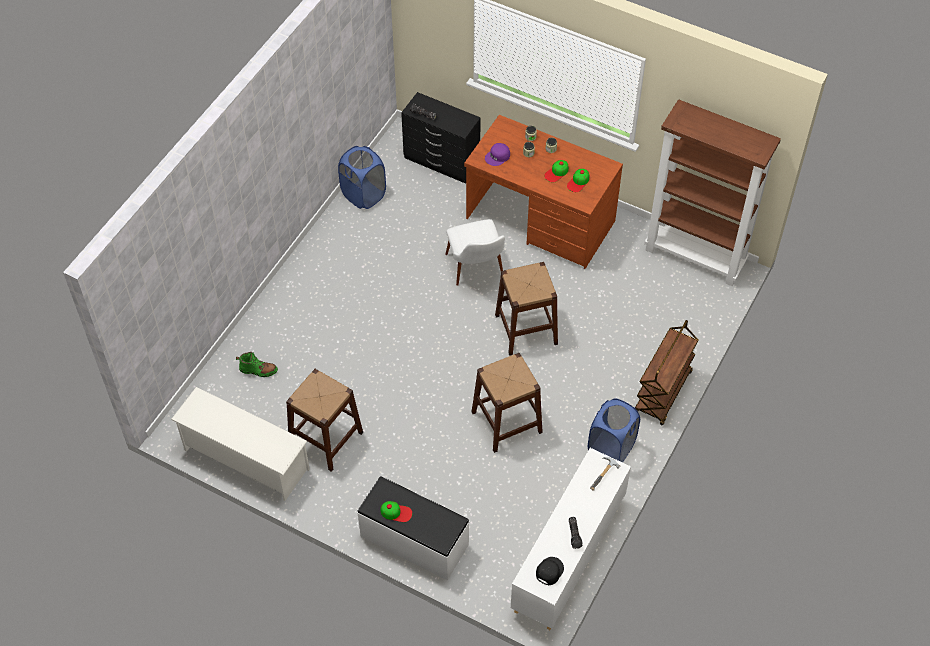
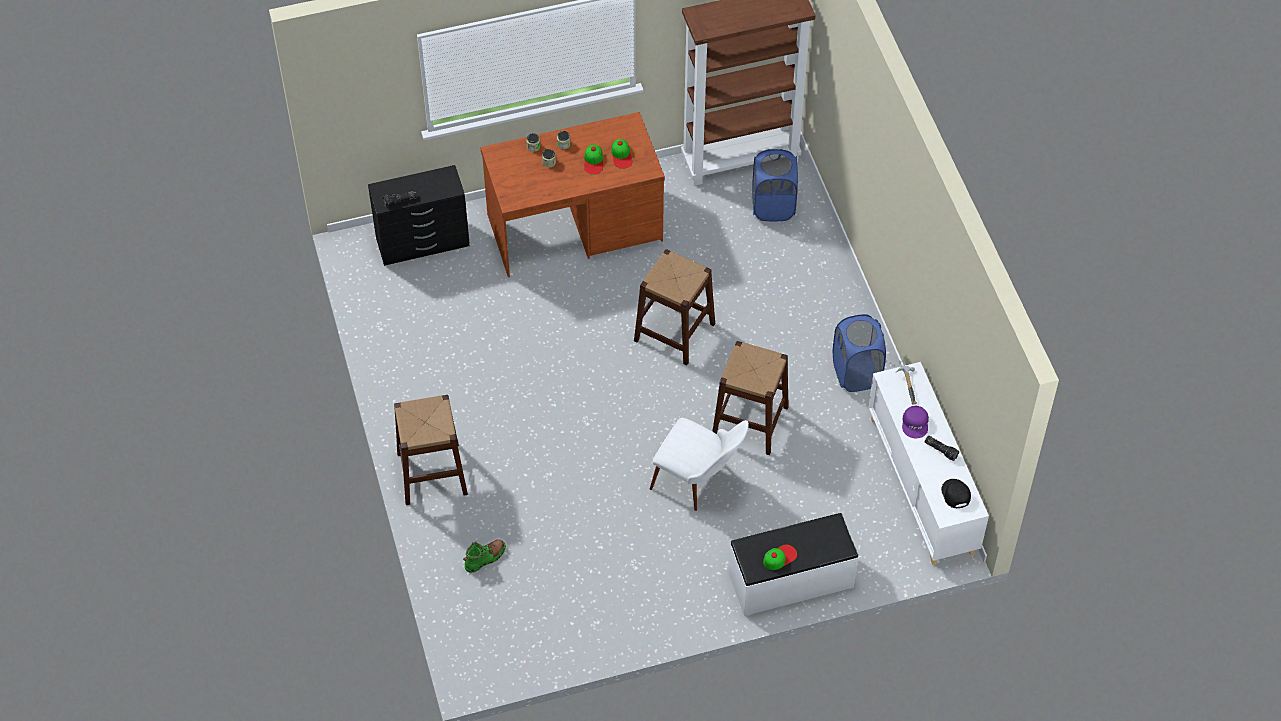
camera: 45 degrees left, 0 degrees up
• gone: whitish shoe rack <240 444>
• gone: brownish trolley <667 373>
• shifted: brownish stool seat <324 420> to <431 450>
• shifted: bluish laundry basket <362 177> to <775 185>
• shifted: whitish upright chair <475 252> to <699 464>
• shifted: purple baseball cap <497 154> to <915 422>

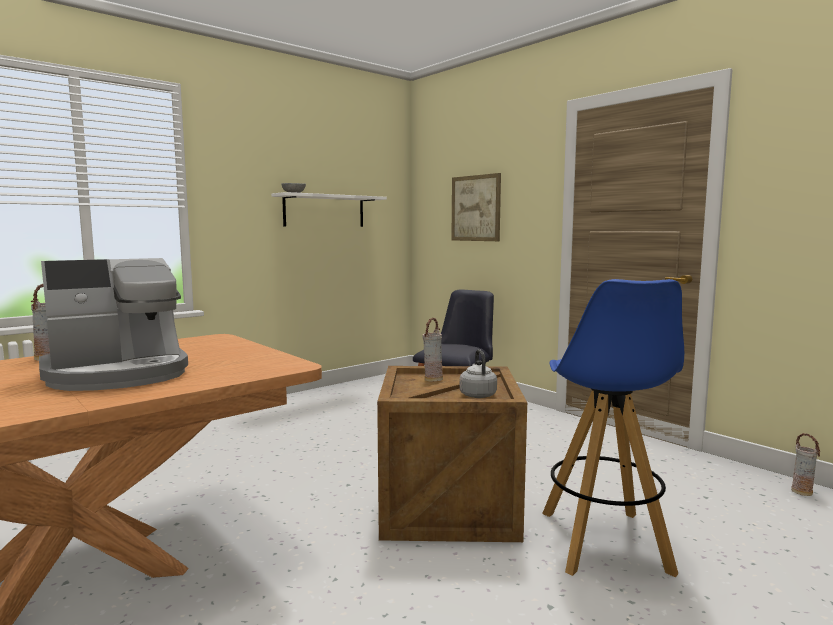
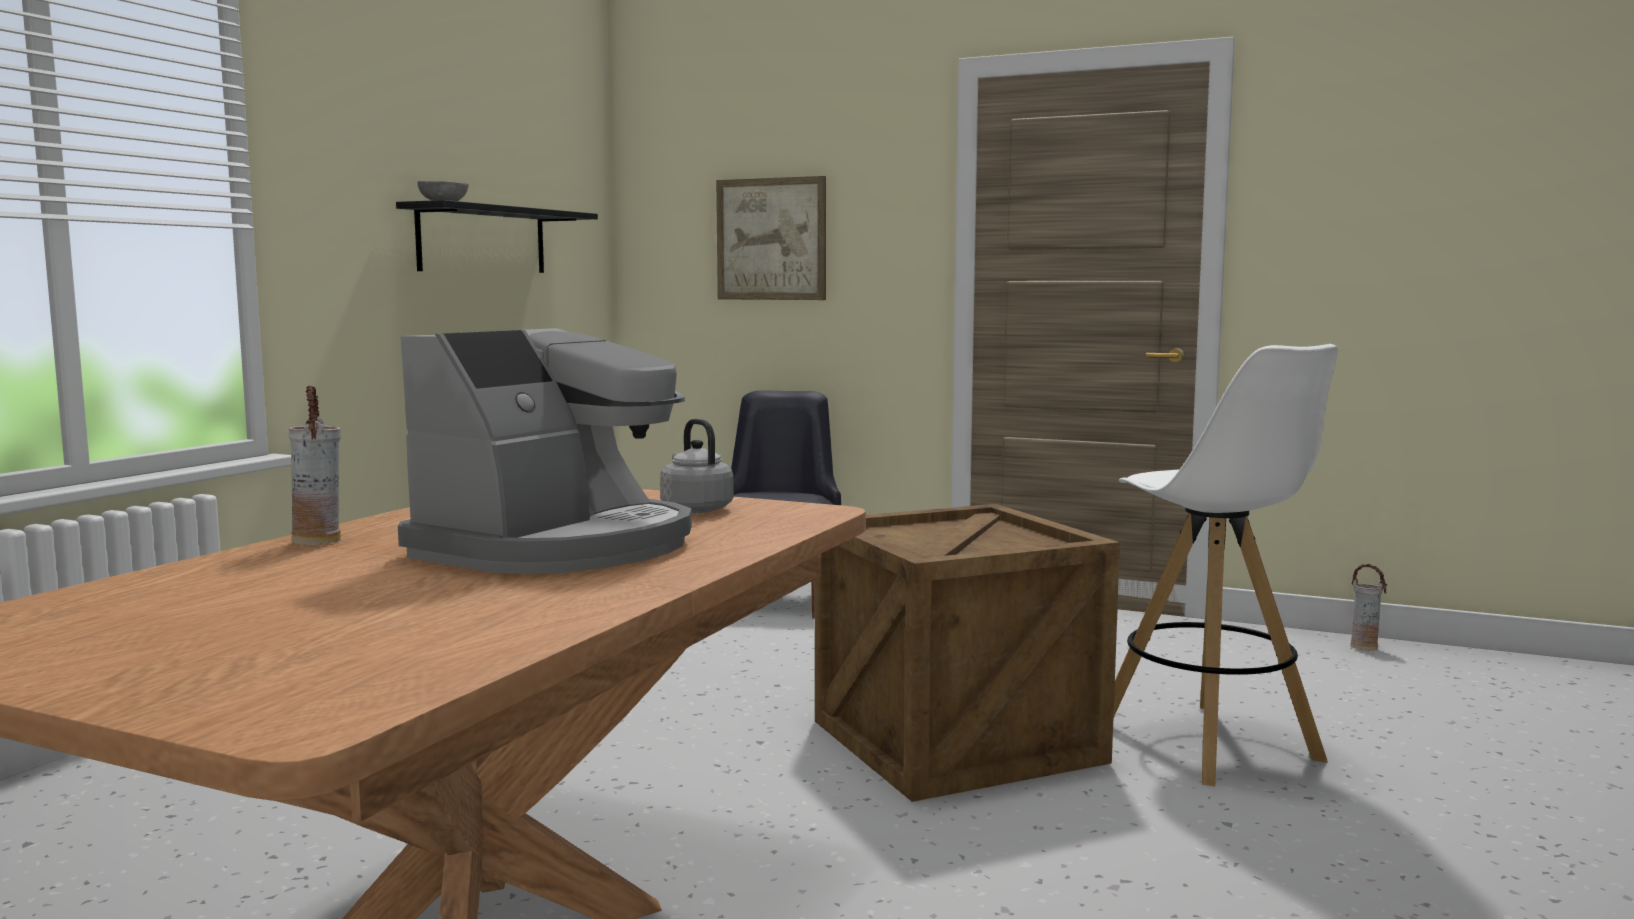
camera: 25 degrees left, 0 degrees up
• gone: vase <432 350>
• shifted: greyish kettle <478 373> to <697 466>
• repainted: whitish wall shelf <329 209> to black-coloured wall shelf <497 236>
• repainted: bluish stool seat <613 428> to whitish stool seat <1225 565>

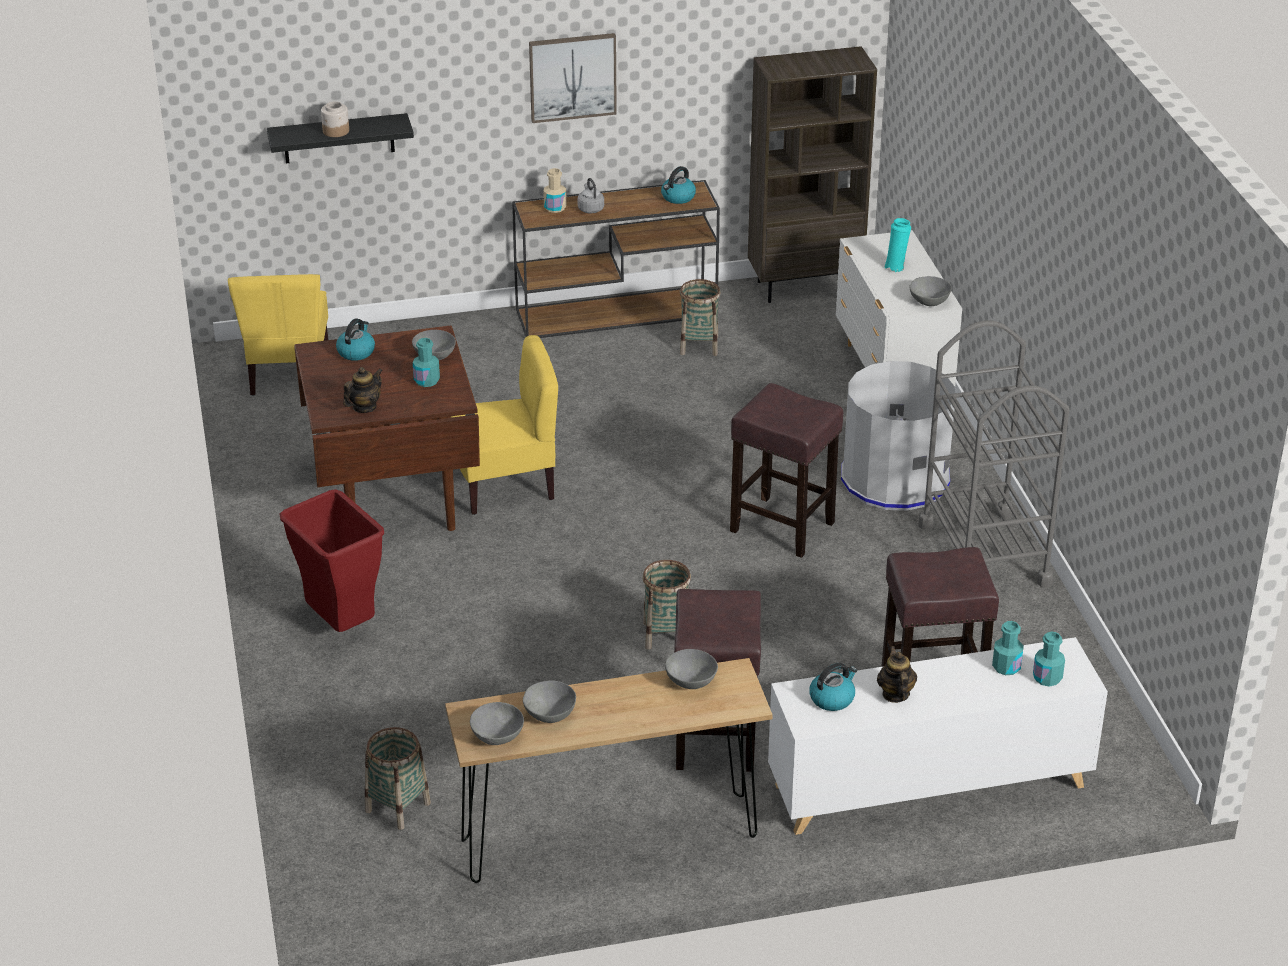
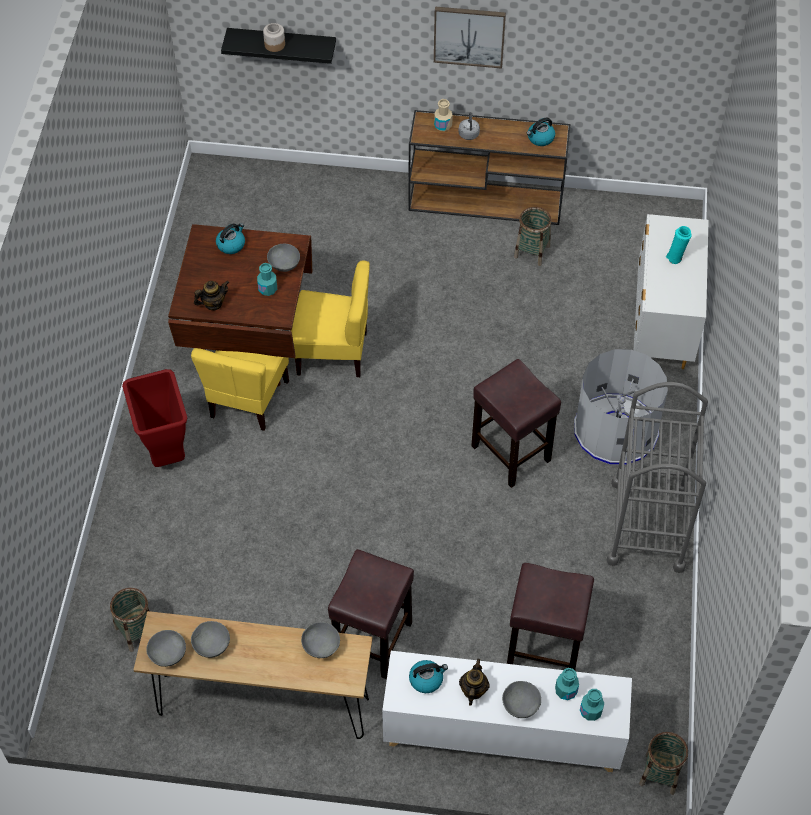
camera: 20 degrees right, 20 degrees up
• gone: brownish bookshelf <812 174>
• shifted: yellowish upright chair <278 335> to <240 389>
• shifted: household basket <666 605> to <663 763>
• shifted: greyish serving bowl <930 291> to <521 699>

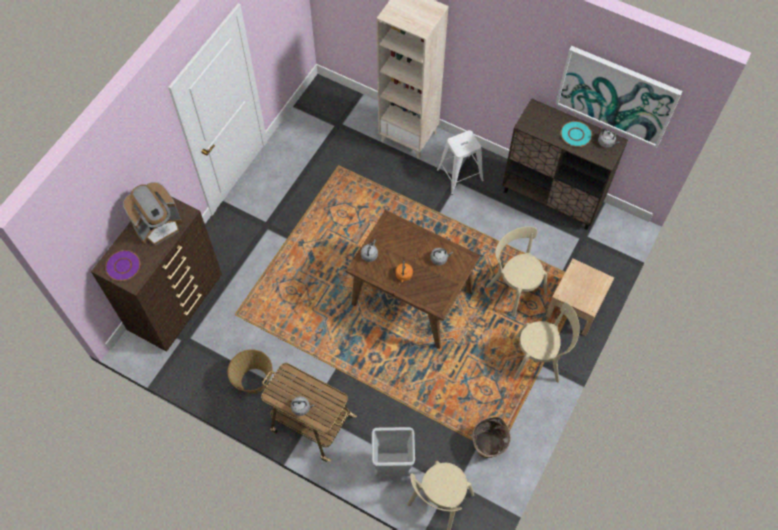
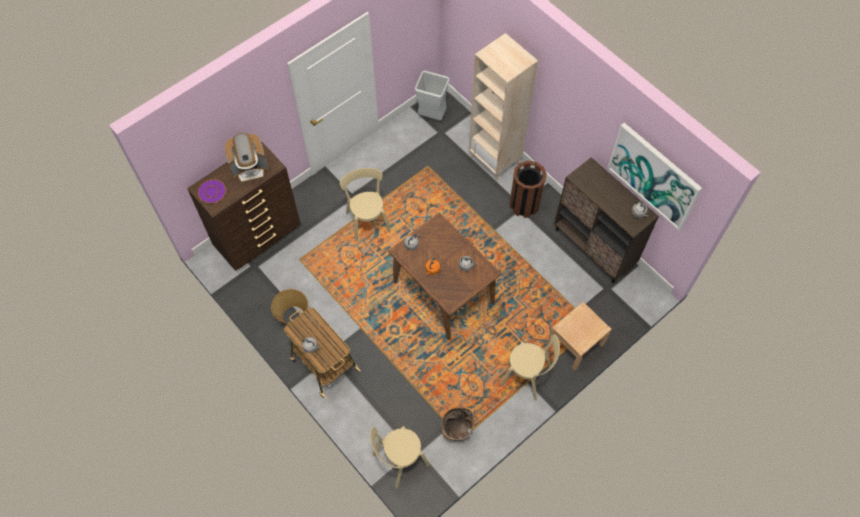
camera: 20 degrees right, 0 degrees up
• gone: turquoise-coloured plate <576 134>
• shifted: greyish rubbish bin <393 452> to <432 95>
• shifted: beige upright chair <516 272> to <365 204>
• swapped: whitish stool seat <460 162> to brownish rubbish bin <528 189>

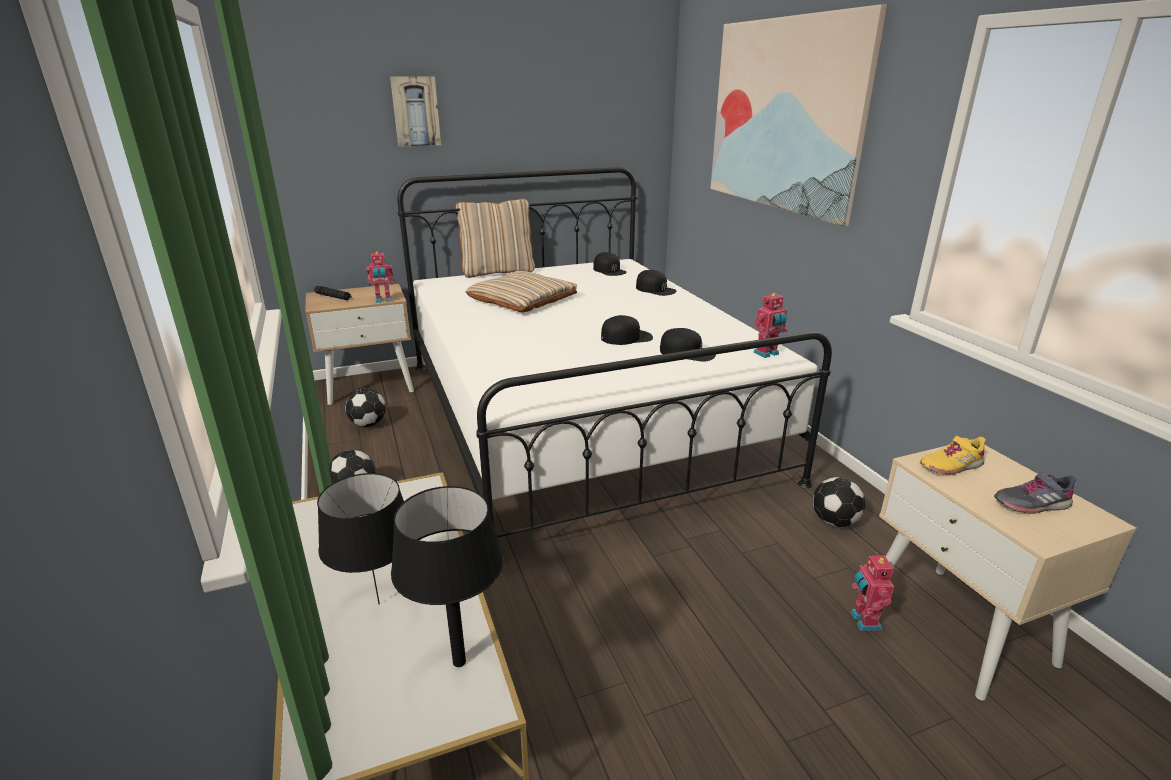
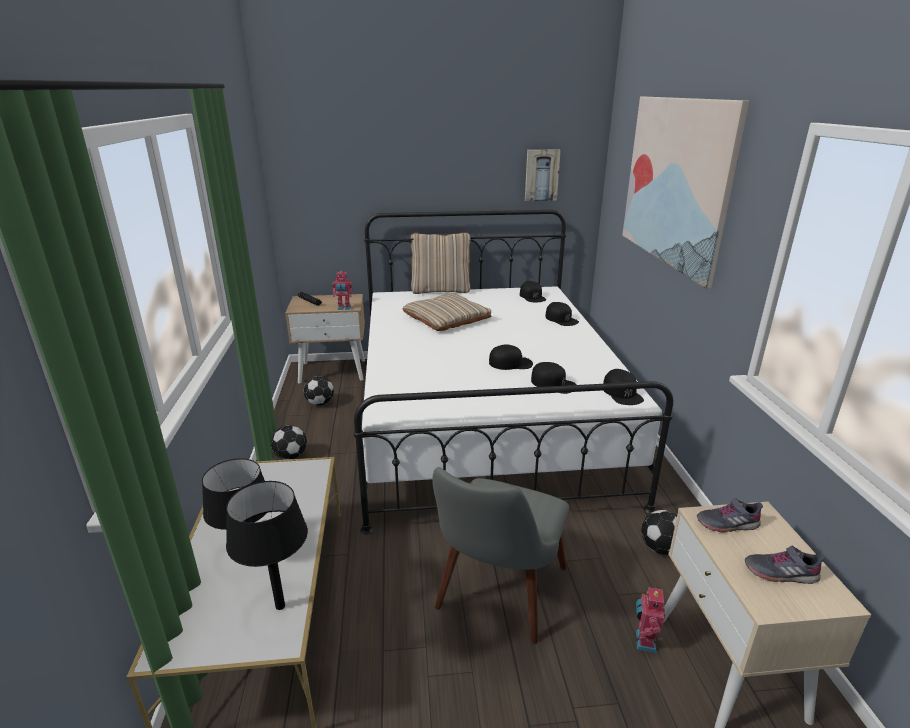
camera: 15 degrees right, 0 degrees up
• new: greyish upright chair <500 555>
• shifted: wall art <415 111> to <543 175>
• swapped: model robot <770 325> to black-coloured baseball cap <623 387>
• repainted: yellowish item of footwear <953 455> to greyish item of footwear <730 515>

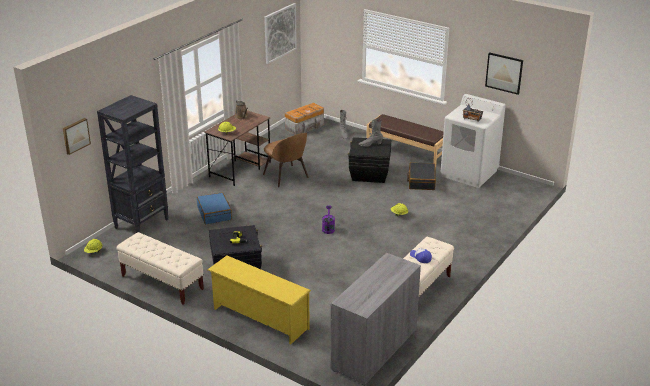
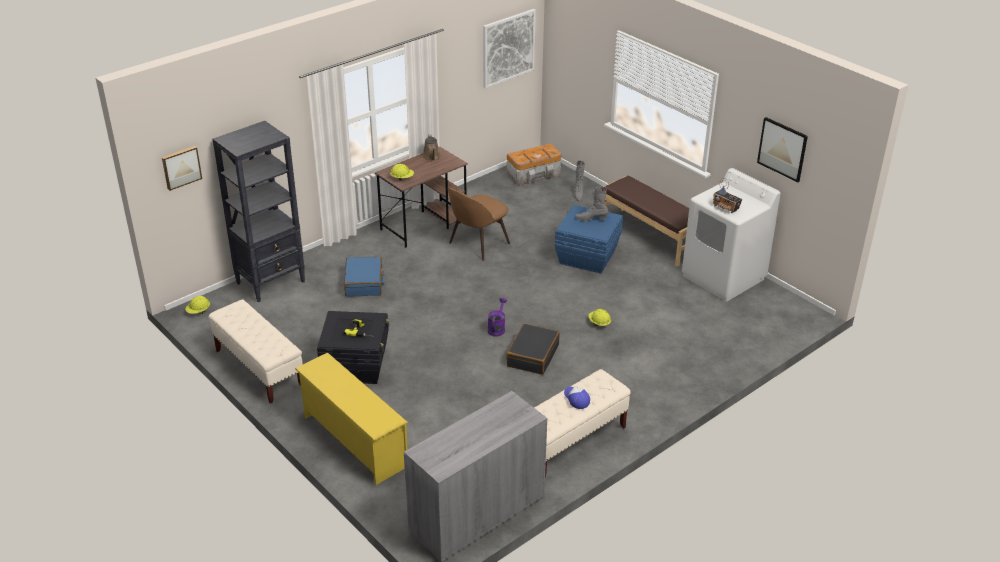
camera: 15 degrees right, 5 degrees up
• shifted: black-coloured travel case <421 176> to <533 349>
• repainted: black-coloured storage container <369 160> to bluish storage container <589 239>
• rotated: brownish upright chair <285 160> = <478 224> 60 degrees clockwise

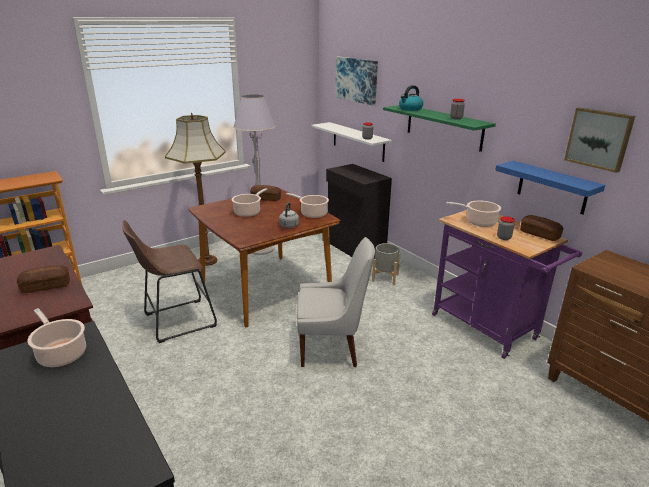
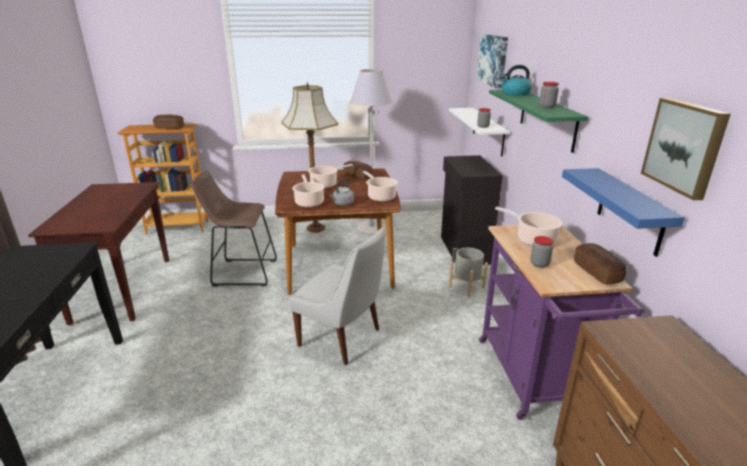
camera: 30 degrees right, 0 degrees up
• shifted: bread <43 279> to <168 121>
• shifted: saucepot <57 337> to <308 190>

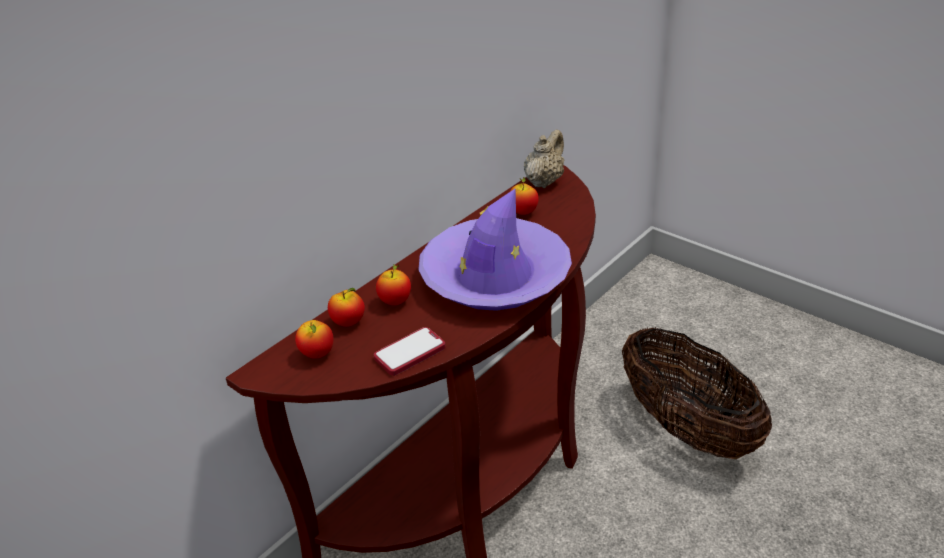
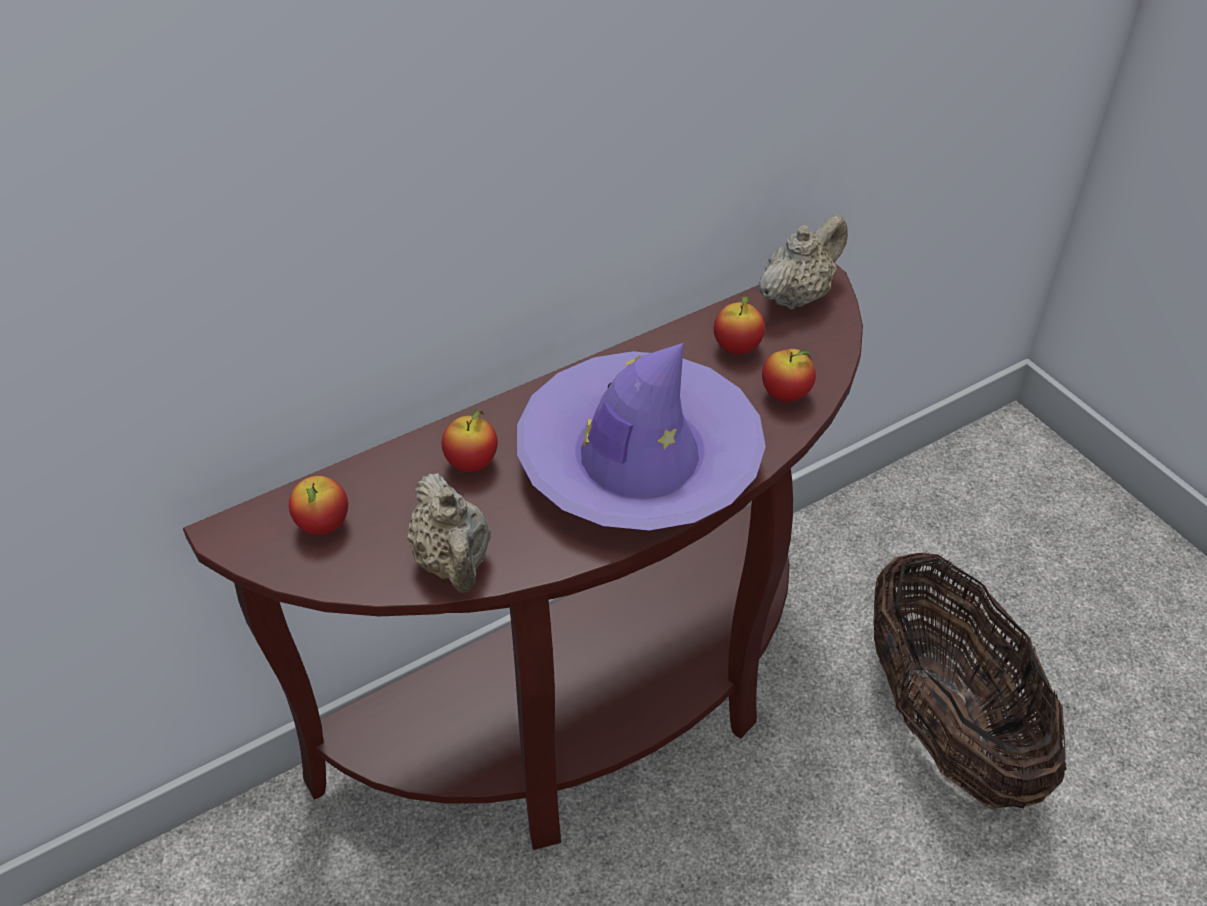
camera: 15 degrees right, 10 degrees up
• shifted: apple fruit <346 307> to <789 375>
• swapped: phone <410 351> to beige teapot <449 533>

